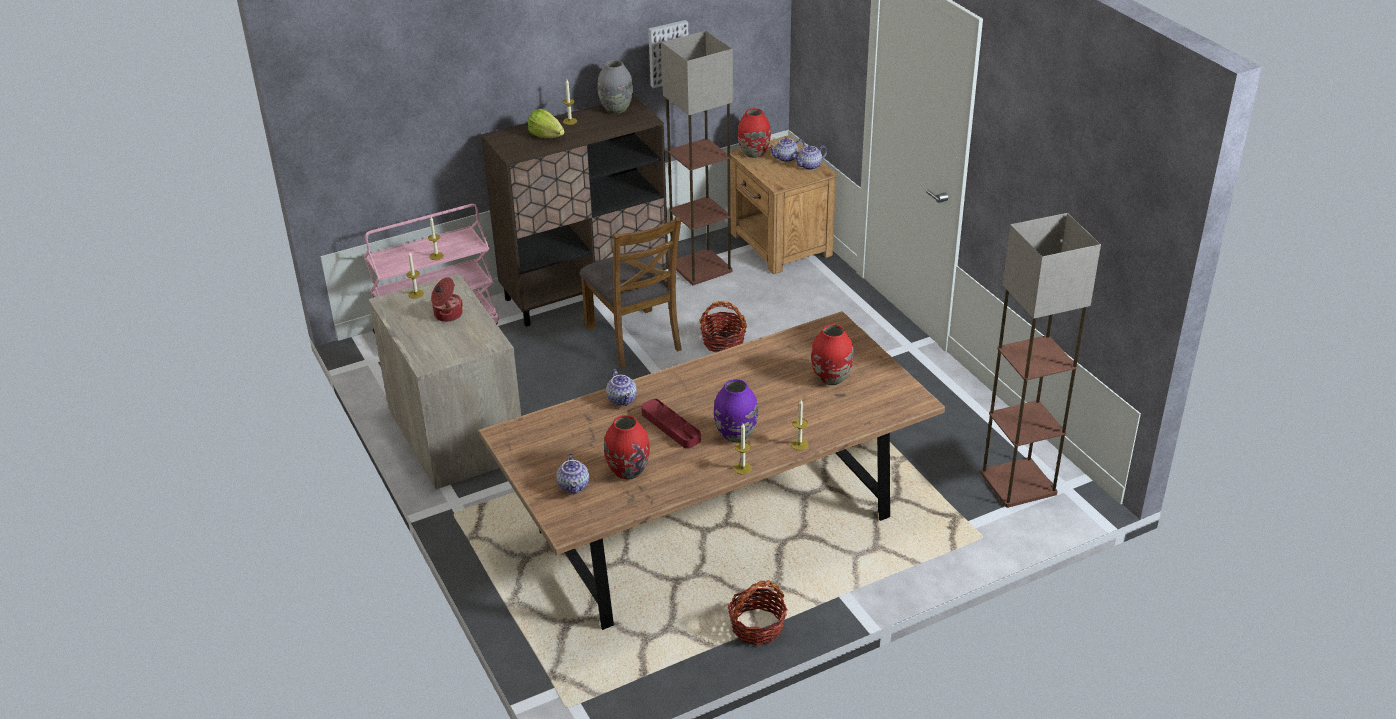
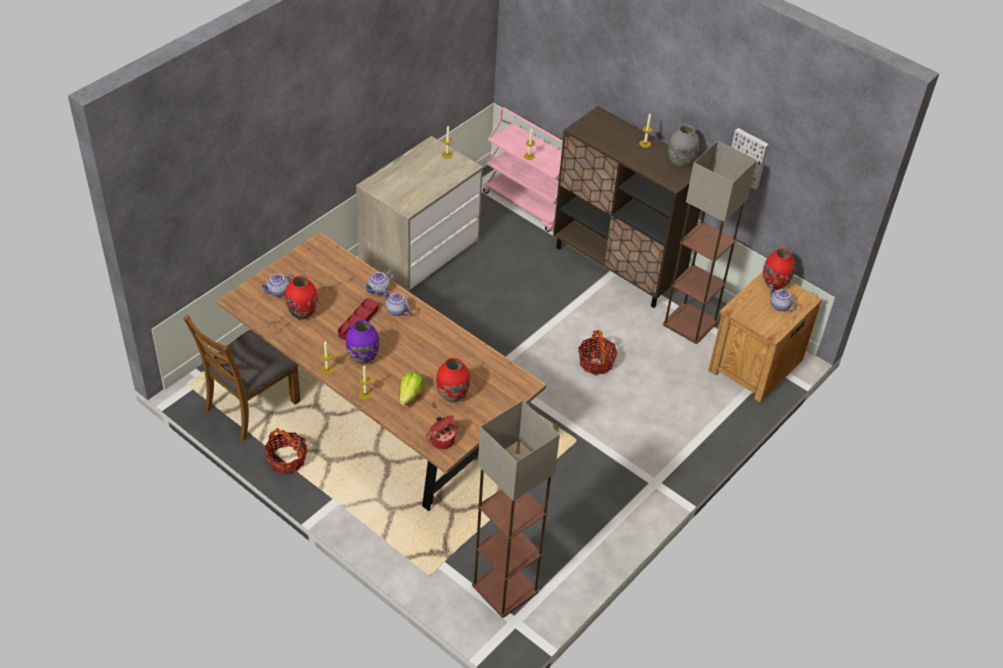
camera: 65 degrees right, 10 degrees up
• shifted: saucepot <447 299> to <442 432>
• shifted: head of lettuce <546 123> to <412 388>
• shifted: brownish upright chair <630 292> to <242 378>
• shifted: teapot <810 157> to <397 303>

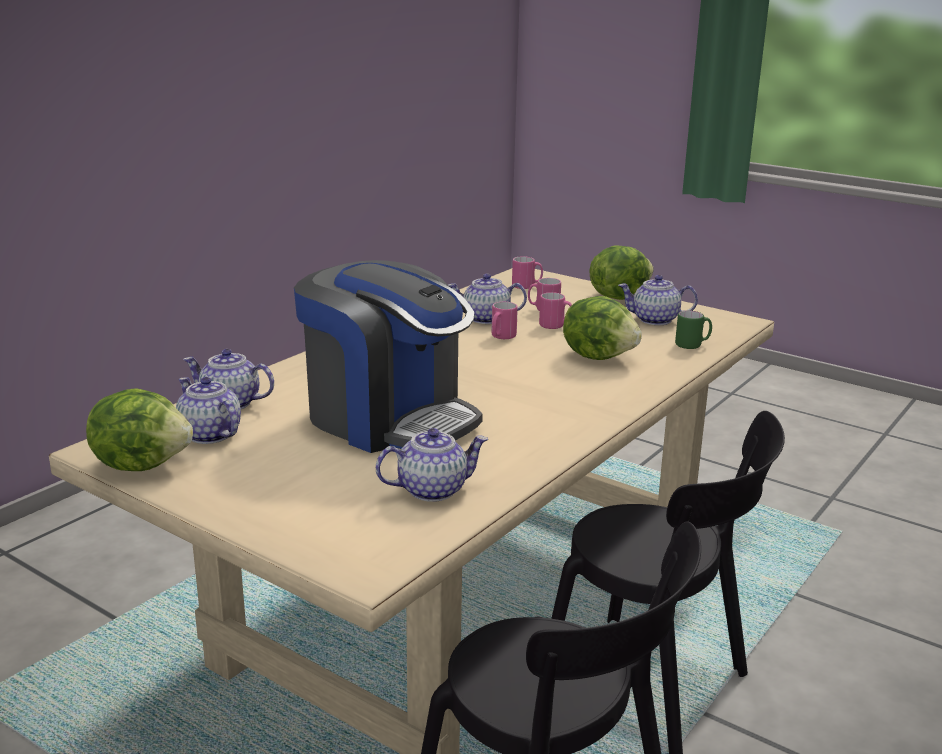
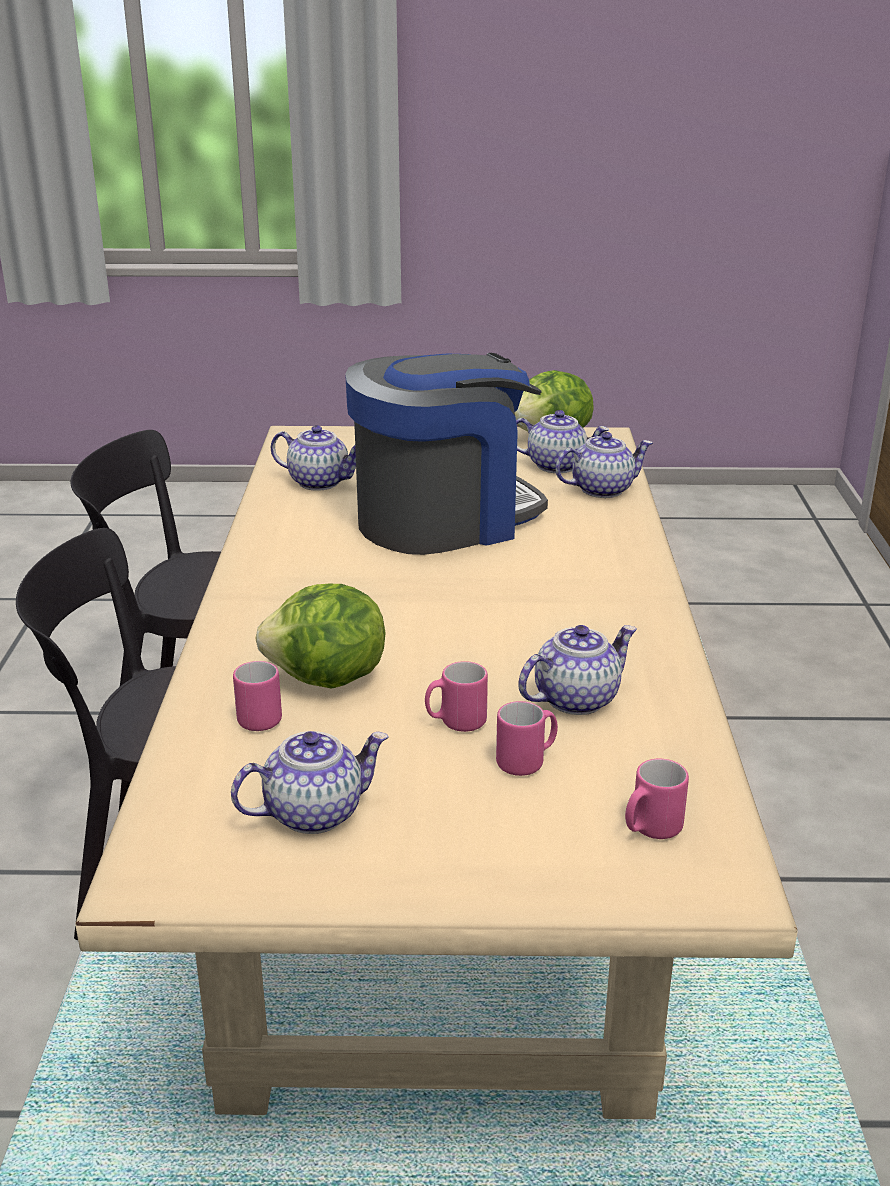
camera: 145 degrees right, 5 degrees up
• gone: head of lettuce <622 272>
• gone: greenish coffee mug <693 330>
• shifted: pinkish coffee mug <504 320> to <257 696>
• rotated: coffee brewer <388 356> = <446 454> 150 degrees clockwise
• rotated: teapot <432 465> = <313 458> 105 degrees counterclockwise

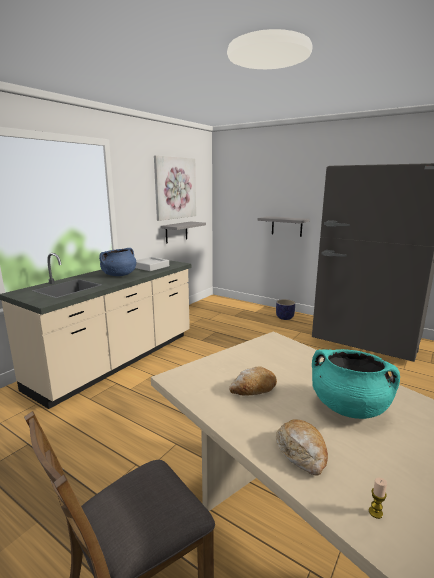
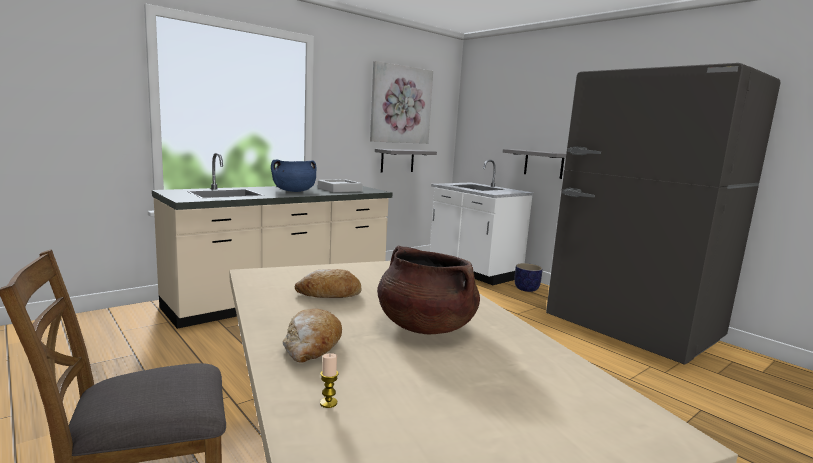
camera: 15 degrees right, 5 degrees down
• new: whitish kitchen counter <481 222>
• repainted: turquoise-coloured saucepot <356 384> to brownish saucepot <428 290>

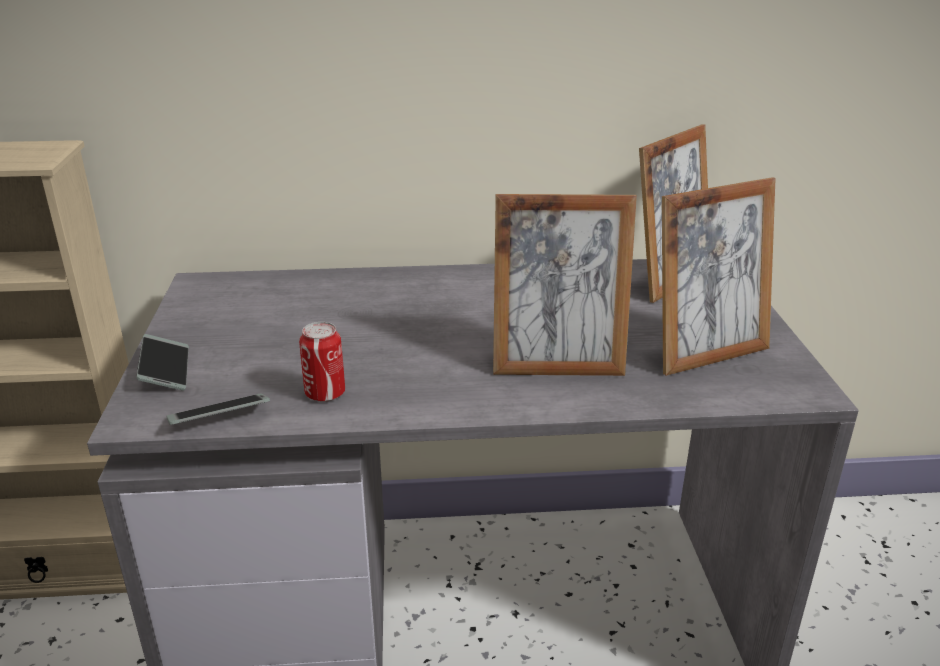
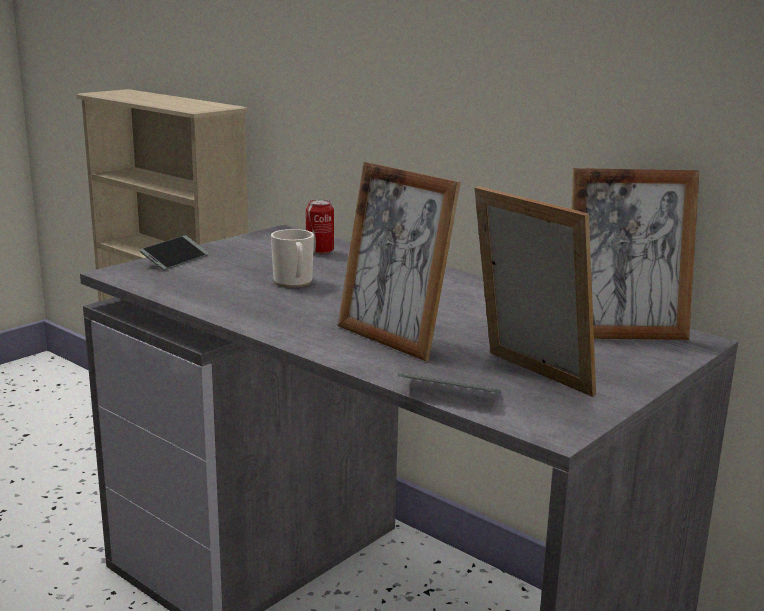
camera: 45 degrees right, 10 degrees down
• new: coffee mug <292 258>
• shifted: phone <218 409> to <450 383>
• shifted: can <322 362> to <320 227>
• rotated: standing frame <719 276> = <535 291> 150 degrees counterclockwise

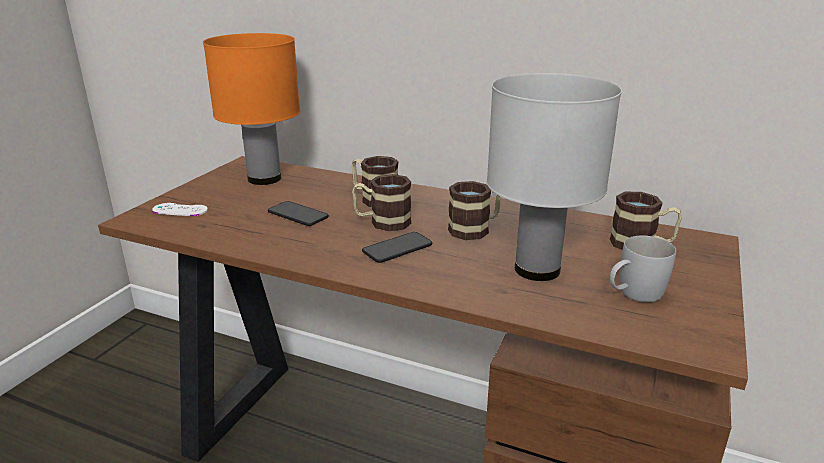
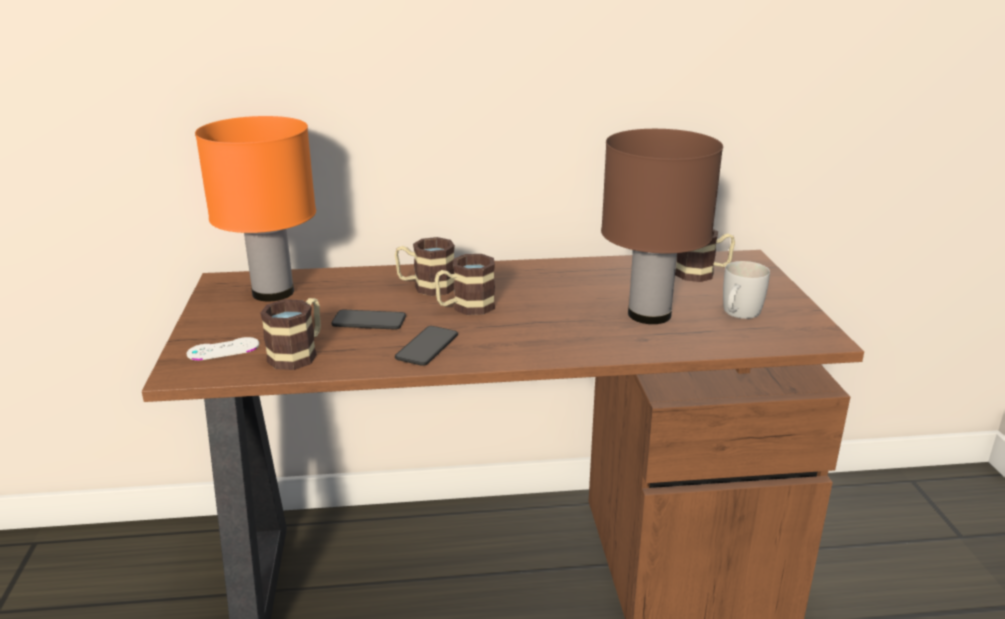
camera: 30 degrees left, 0 degrees up
• shifted: phone <397 247> to <426 346>
• shifted: coffee mug <474 210> to <290 334>
• repainted: whitish lamp for a table <554 177> to brownish lamp for a table <662 226>

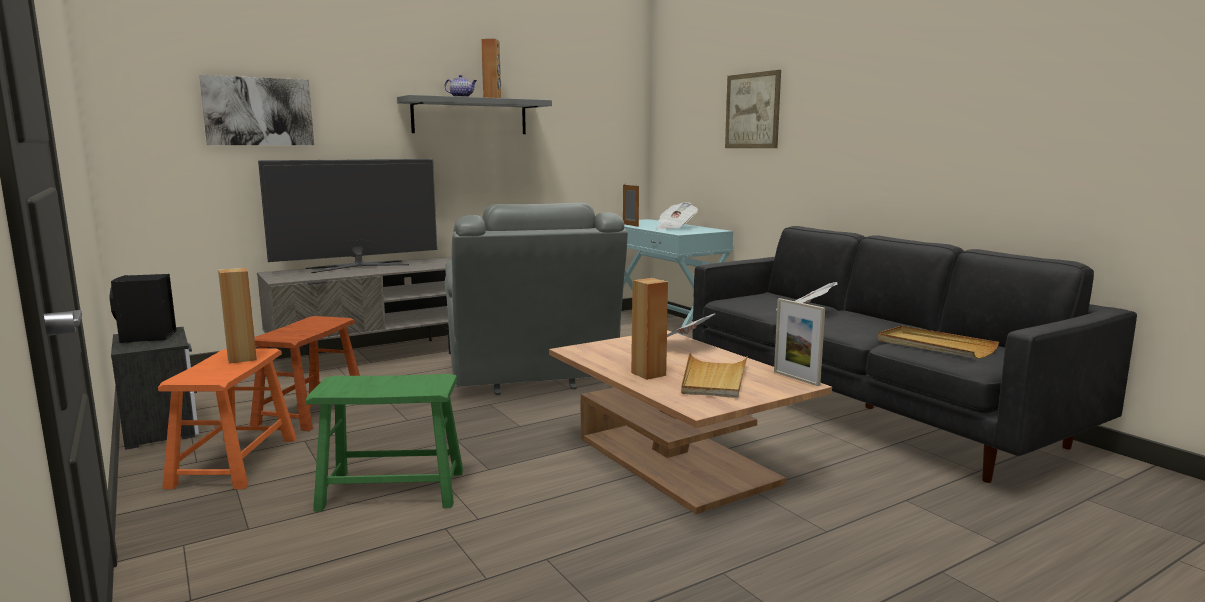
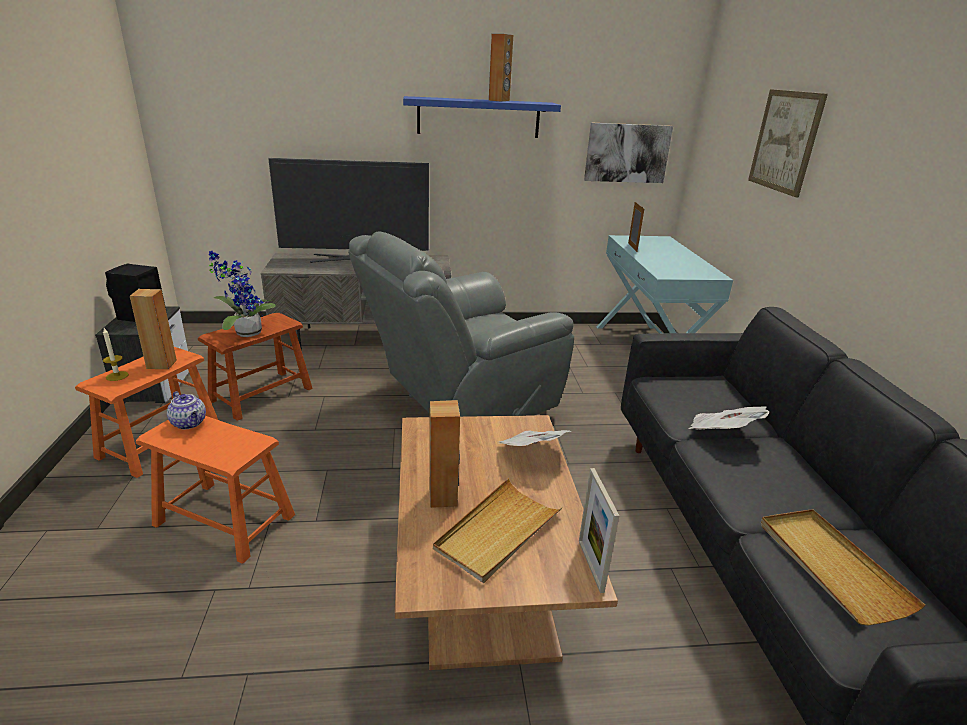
camera: 25 degrees right, 15 degrees up
• gone: daily paper <677 215>
• new: candle <116 354>
• new: plant in a pot <242 294>
• shifted: wall art <256 110> to <628 153>
• shifted: teapot <461 86> to <186 410>
• repainted: greenish stool seat <384 443> to orangey stool seat <215 489>
• repainted: greyish wall shelf <474 114> to bluish wall shelf <482 117>
• rotated: greyish lounge chair <536 299> = <461 324> 45 degrees clockwise

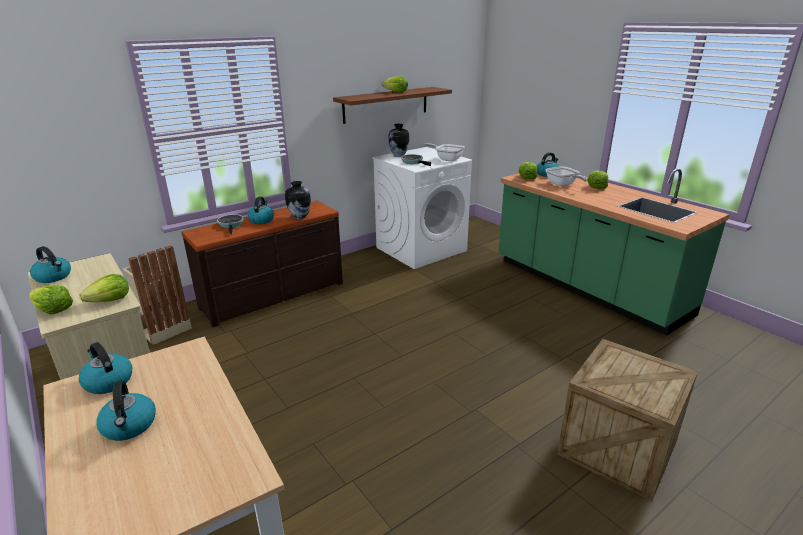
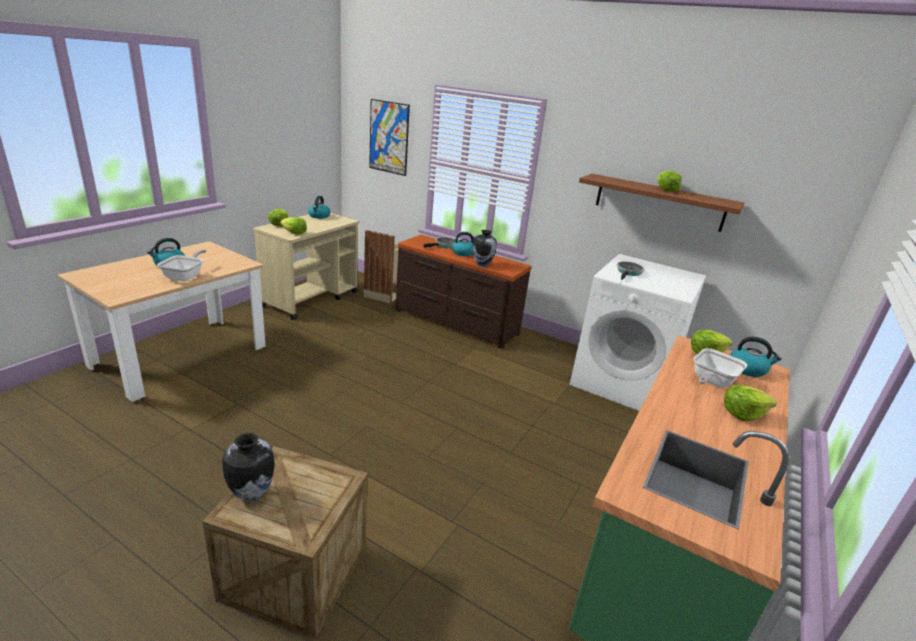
camera: 65 degrees right, 0 degrees up
• gone: kettle <105 368>
• new: wall art <389 137>
• shifted: vase <398 140> to <248 467>
• shifted: pan <444 152> to <181 265>

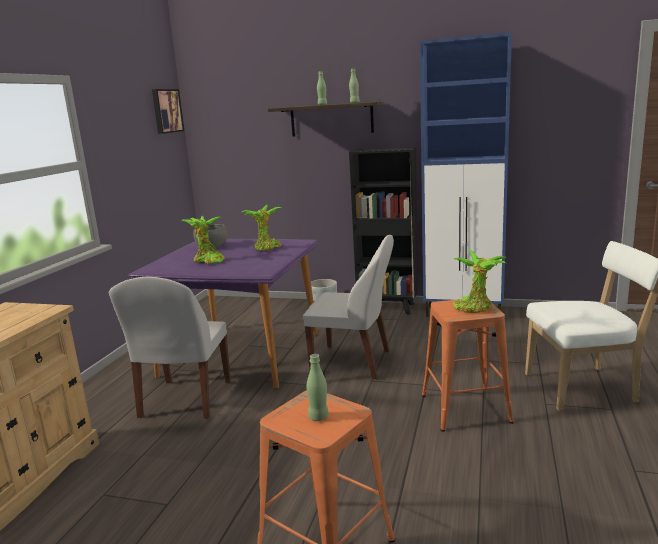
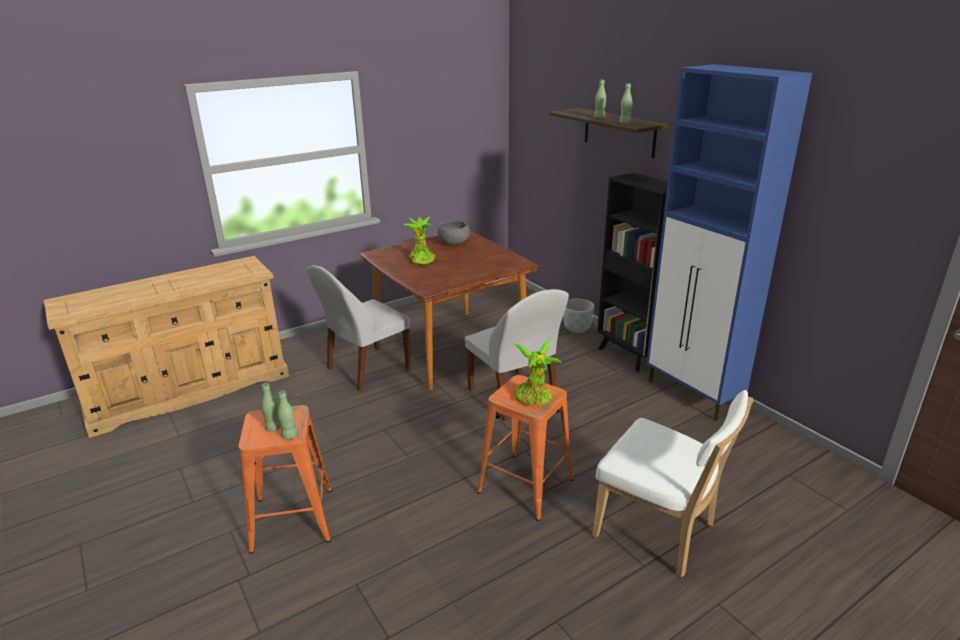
camera: 40 degrees right, 10 degrees up
• gone: wall art <168 111>
• gone: plant in a pot <262 228>
• new: greenish drink bottle <287 414>
• repainted: purple kitchen table <223 313> to brownish kitchen table <449 311>

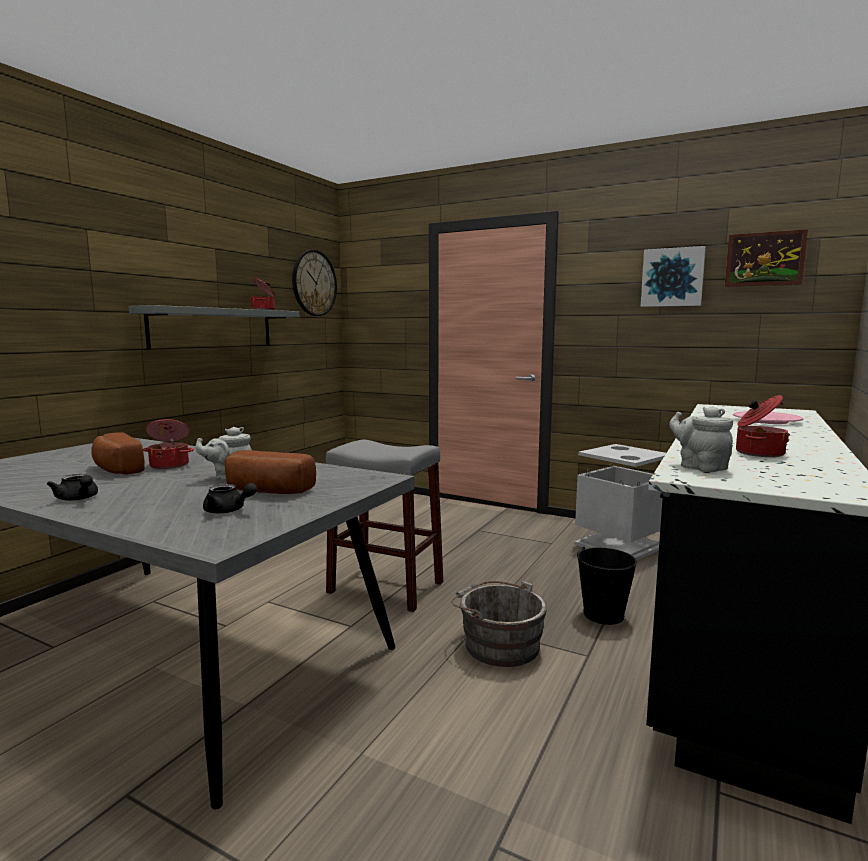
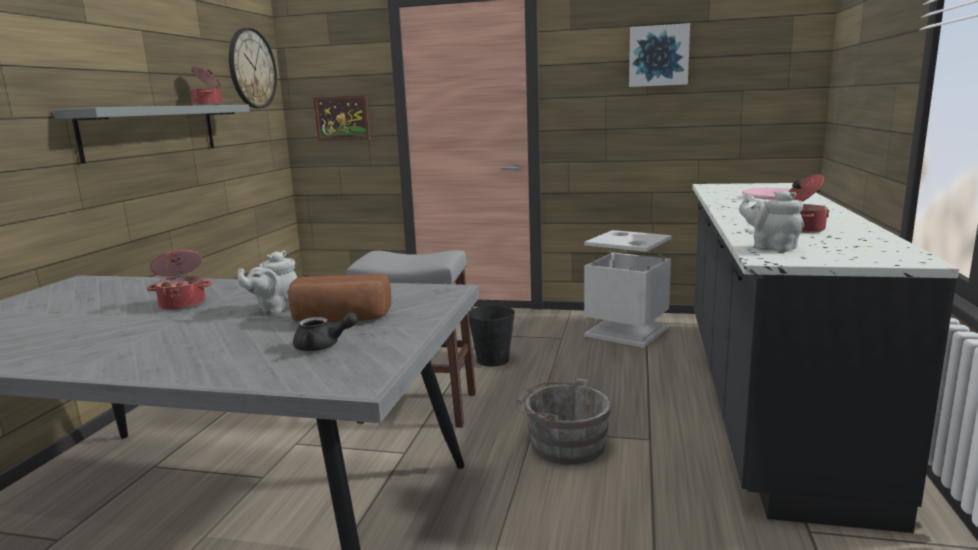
camera: 15 degrees left, 5 degrees up
• gone: black-coloured teapot <72 487>
• gone: bread <117 454>
• shifted: black-coloured water bucket <607 585> to <492 335>
• shifted: wall art <766 258> to <341 118>

